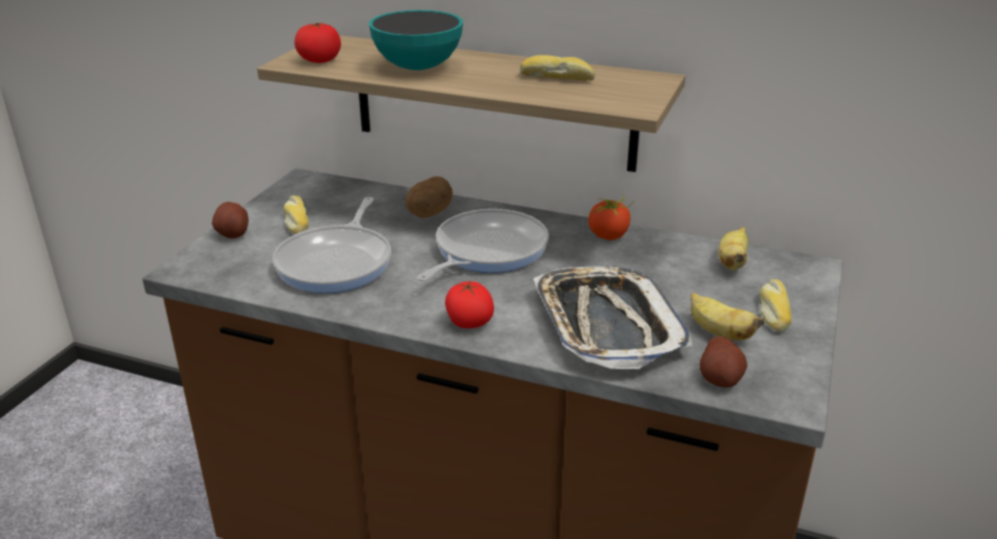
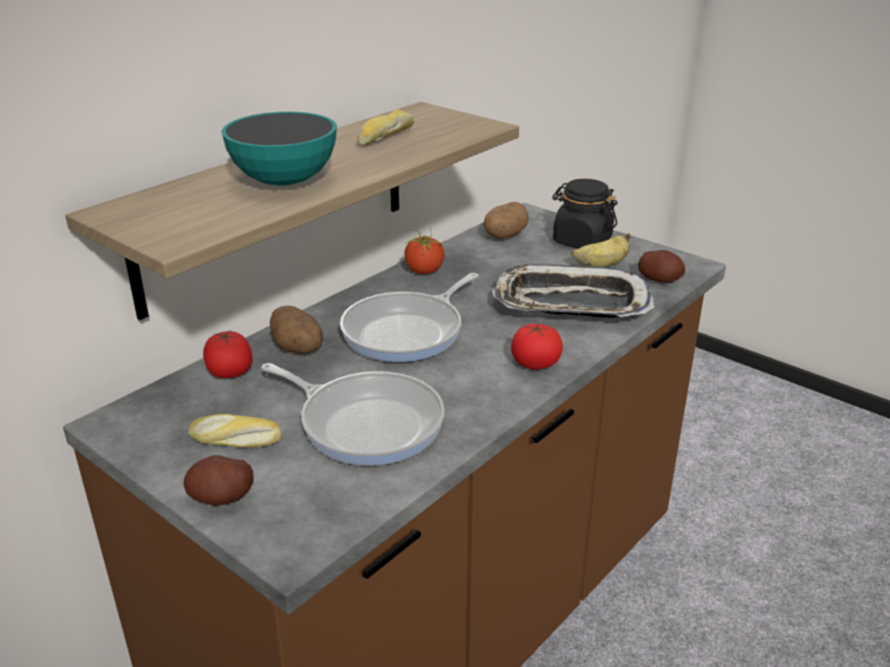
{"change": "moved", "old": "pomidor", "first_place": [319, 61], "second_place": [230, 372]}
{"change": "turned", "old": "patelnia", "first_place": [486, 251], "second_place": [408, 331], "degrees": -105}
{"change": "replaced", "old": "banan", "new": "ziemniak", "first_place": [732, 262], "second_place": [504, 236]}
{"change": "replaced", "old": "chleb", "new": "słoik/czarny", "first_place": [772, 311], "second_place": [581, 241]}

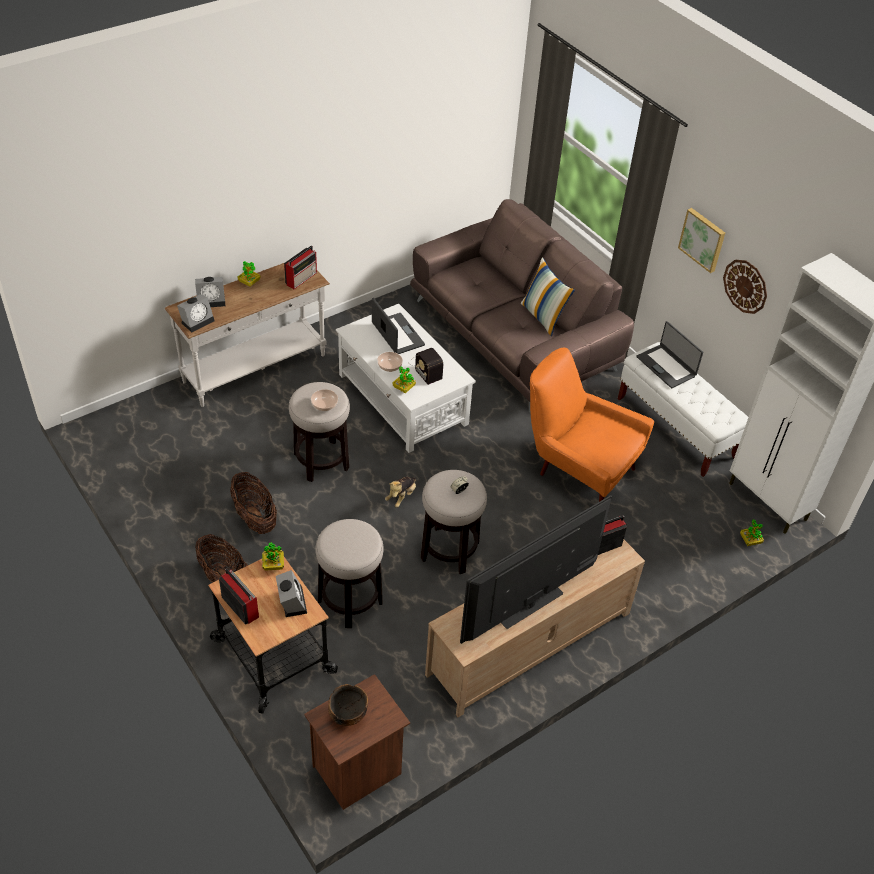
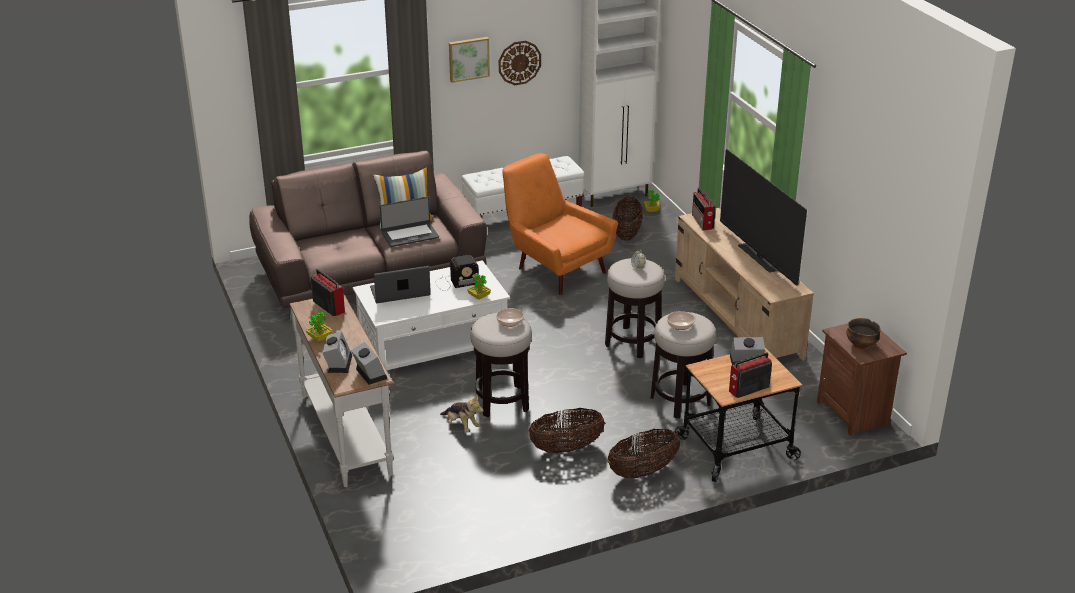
{"change": "moved", "old": "laptop", "first_place": [666, 366], "second_place": [410, 235]}
{"change": "moved", "old": "pluszak", "first_place": [401, 496], "second_place": [461, 425]}
{"change": "turned", "old": "fotel/pomarańczowy", "first_place": [578, 468], "second_place": [554, 268], "degrees": 90}
{"change": "added", "new": "koszyk", "second_place": [627, 234]}
{"change": "moved", "old": "miska", "first_place": [389, 366], "second_place": [680, 326]}
{"change": "removed", "old": "roślina doniczkowa", "first_place": [273, 565]}

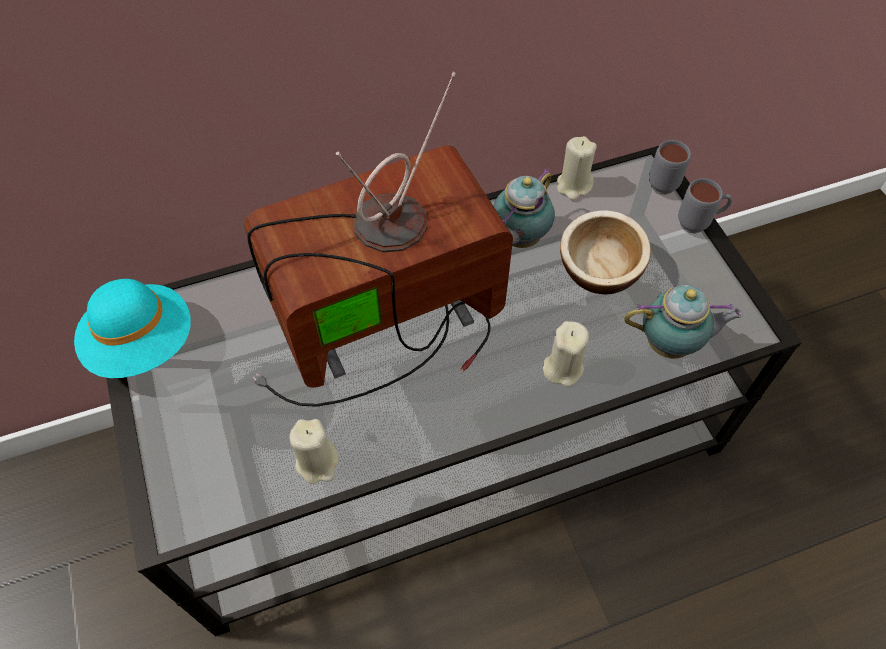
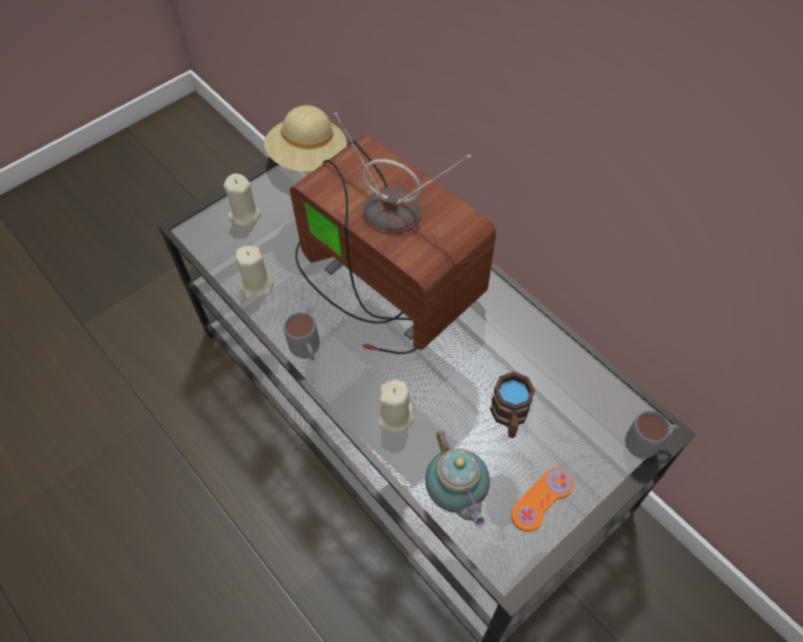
{"change": "moved", "old": "świeca/beżowy", "first_place": [574, 185], "second_place": [244, 215]}
{"change": "recoloured", "old": "kapelusz/turkusowy", "new": "kapelusz/beżowy", "first_place": [142, 344], "second_place": [308, 158]}
{"change": "moved", "old": "kubek/szary", "first_place": [698, 224], "second_place": [307, 354]}
{"change": "replaced", "old": "miska", "new": "kubek/brązowy", "first_place": [599, 270], "second_place": [509, 417]}
{"change": "added", "new": "pad do gier/pomarańczowy", "second_place": [542, 500]}
{"change": "removed", "old": "imbryk", "first_place": [517, 239]}

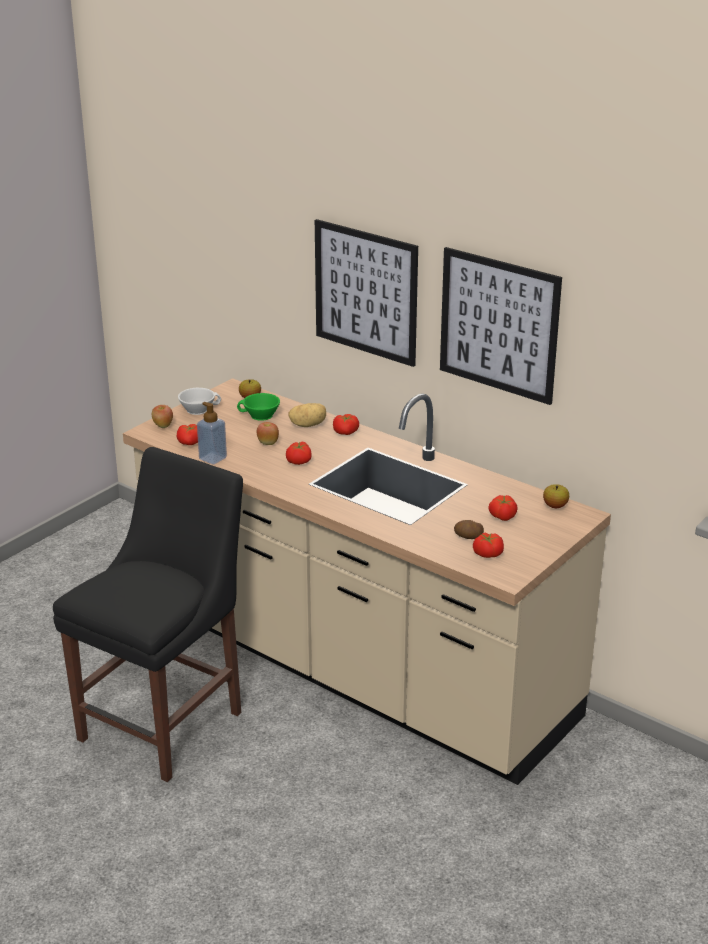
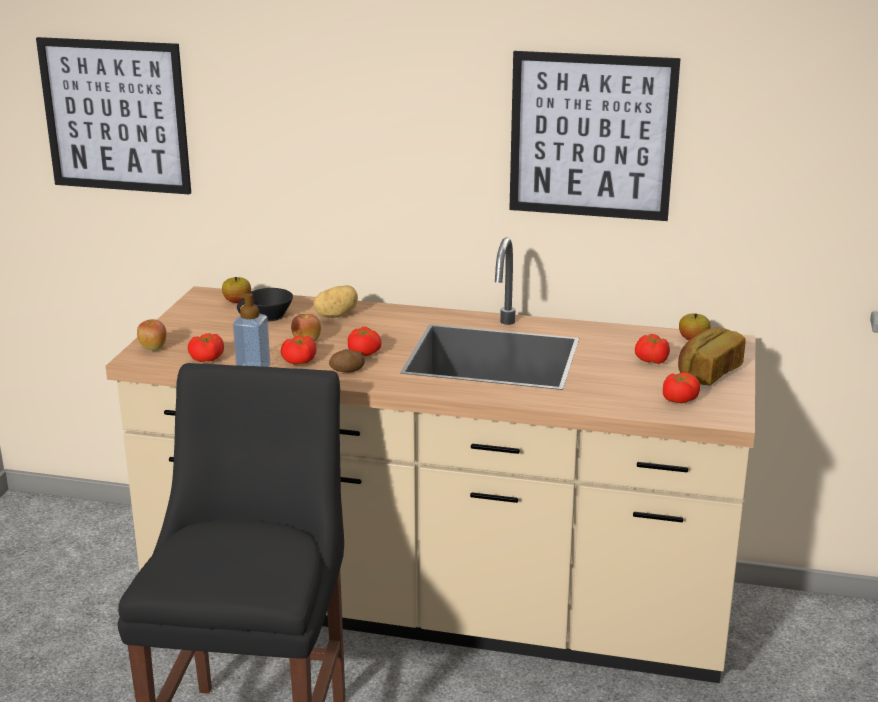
{"change": "moved", "old": "obraz", "first_place": [366, 292], "second_place": [115, 116]}
{"change": "recoloured", "old": "filiżanka/zielony", "new": "filiżanka/czarny", "first_place": [260, 416], "second_place": [268, 316]}
{"change": "moved", "old": "pomidor", "first_place": [346, 432], "second_place": [300, 361]}
{"change": "moved", "old": "ziemniak", "first_place": [468, 537], "second_place": [347, 371]}
{"change": "added", "new": "chleb", "second_place": [708, 373]}
{"change": "removed", "old": "filiżanka/biały", "first_place": [198, 409]}

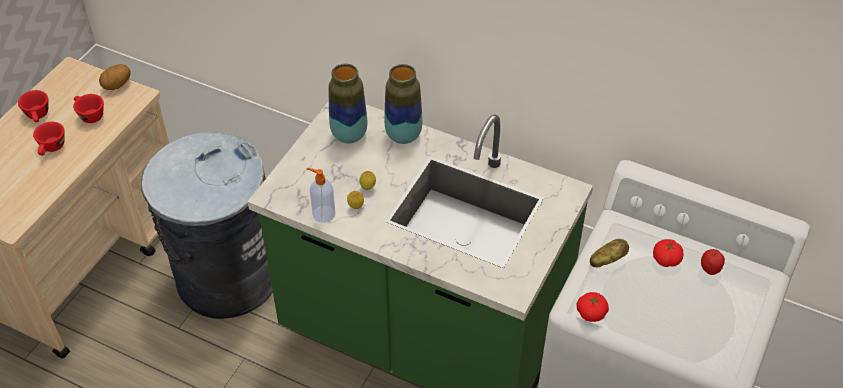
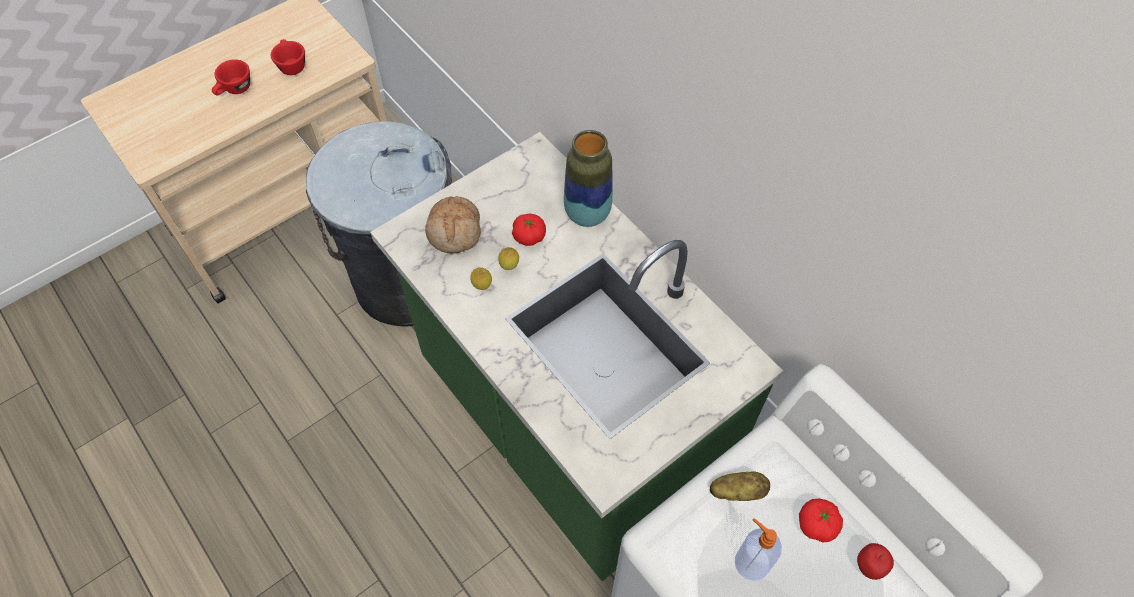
{"change": "added", "new": "chleb", "second_place": [455, 231]}
{"change": "moved", "old": "pomidor", "first_place": [591, 313], "second_place": [529, 236]}
{"change": "moved", "old": "dozownik mydła", "first_place": [323, 214], "second_place": [750, 561]}
{"change": "removed", "old": "filiżanka/czerwony", "first_place": [38, 116]}
{"change": "removed", "old": "ziemniak", "first_place": [117, 86]}
{"change": "removed", "old": "wazon", "first_place": [349, 135]}

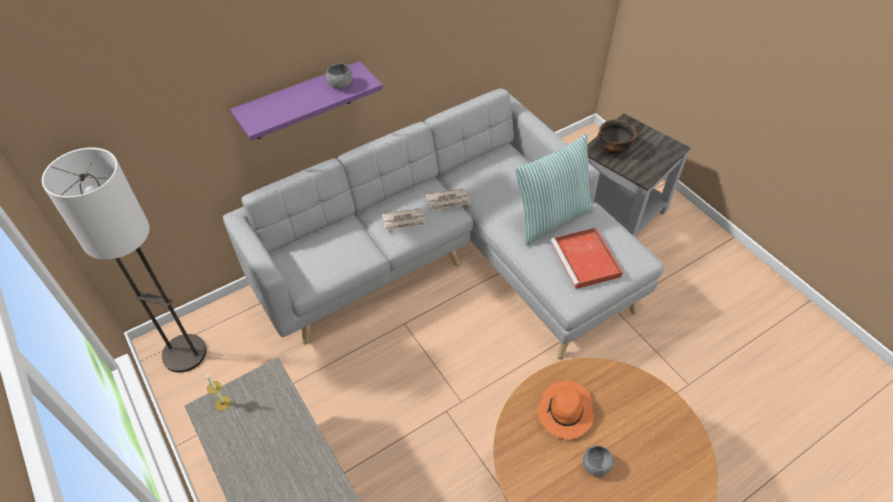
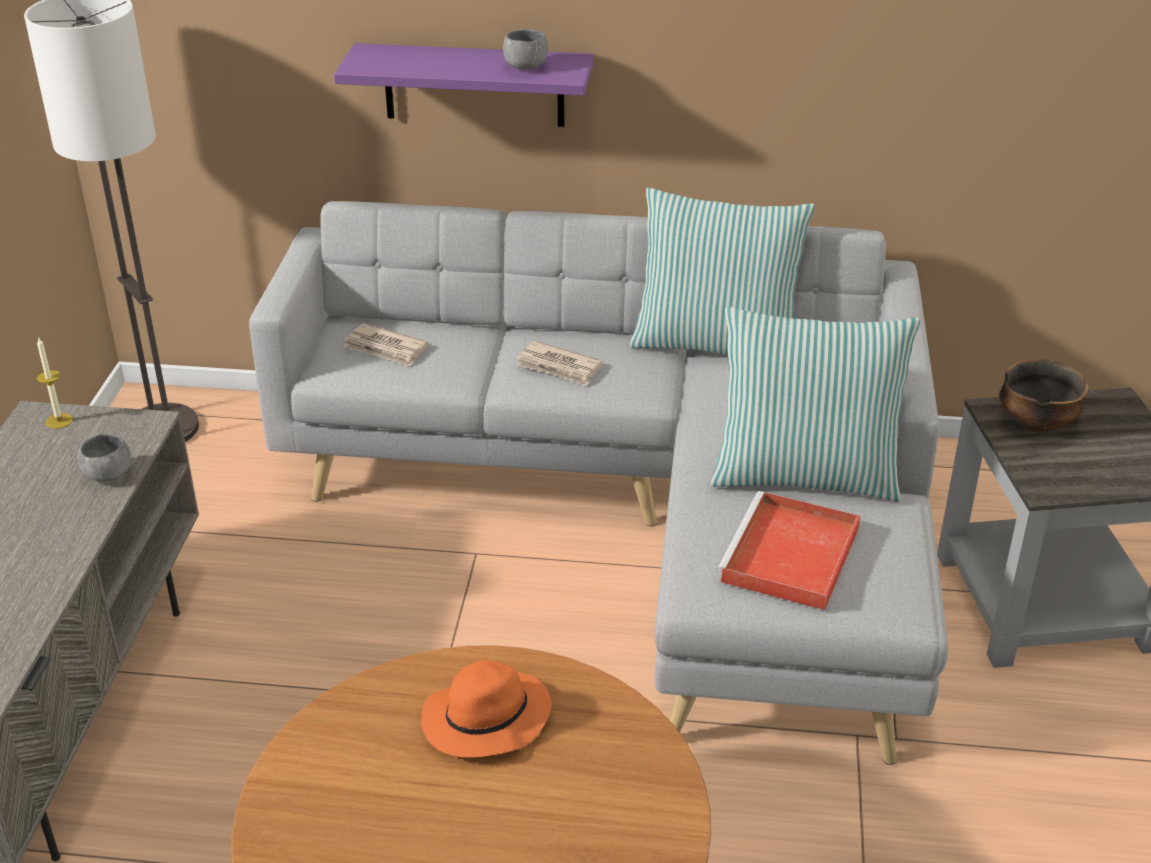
{"change": "moved", "old": "miska/szary", "first_place": [595, 466], "second_place": [108, 474]}
{"change": "moved", "old": "gazeta", "first_place": [448, 201], "second_place": [385, 348]}
{"change": "added", "new": "poduszka", "second_place": [715, 343]}

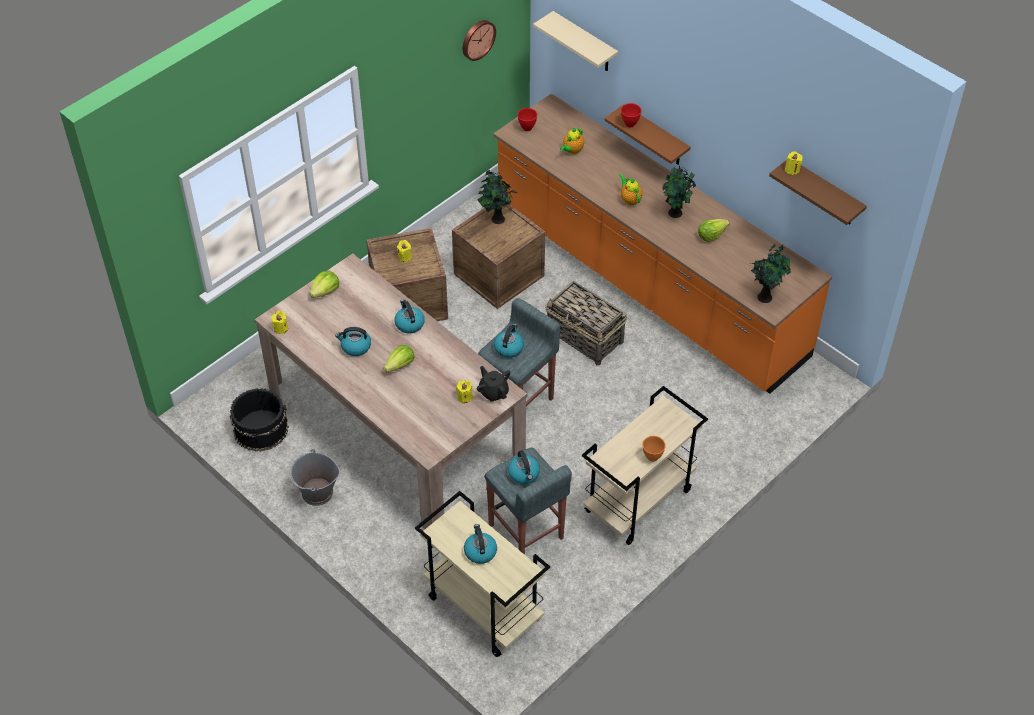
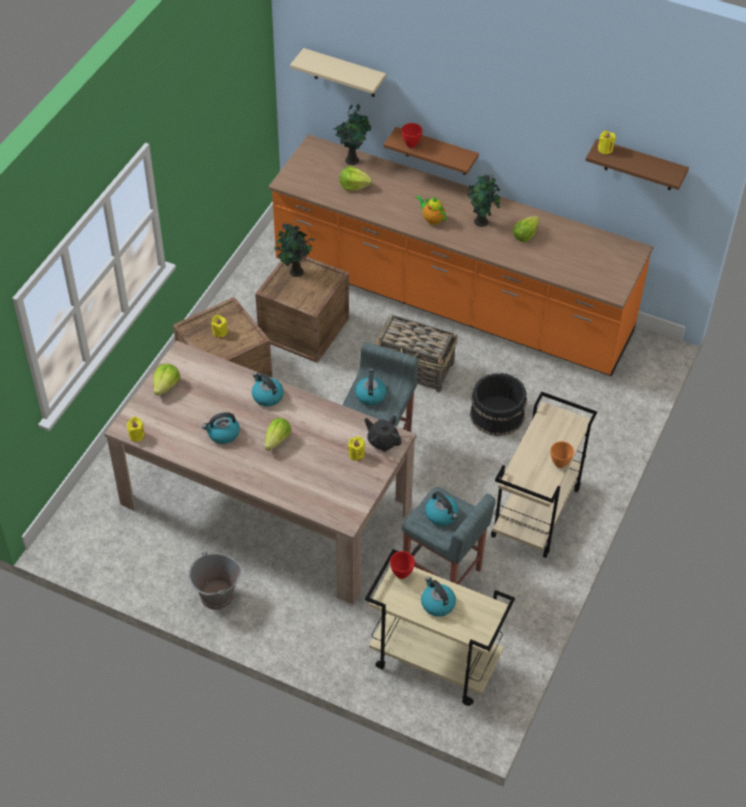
{"change": "moved", "old": "roślina doniczkowa", "first_place": [765, 296], "second_place": [352, 159]}
{"change": "replaced", "old": "imbryk", "new": "sałata", "first_place": [572, 151], "second_place": [354, 185]}
{"change": "moved", "old": "miska/czerwony", "first_place": [526, 128], "second_place": [401, 574]}
{"change": "moved", "old": "wiadro/czarny", "first_place": [261, 429], "second_place": [496, 414]}
{"change": "removed", "old": "zegar ścienny", "first_place": [477, 39]}

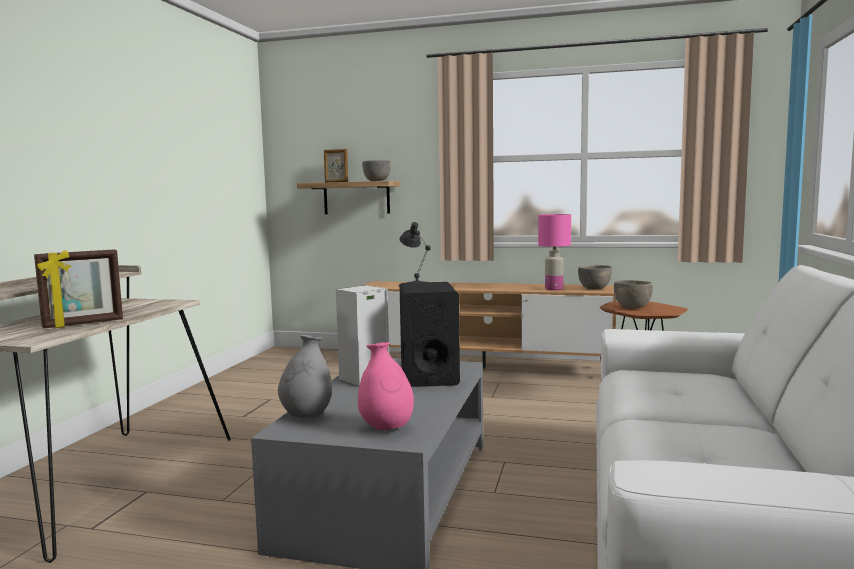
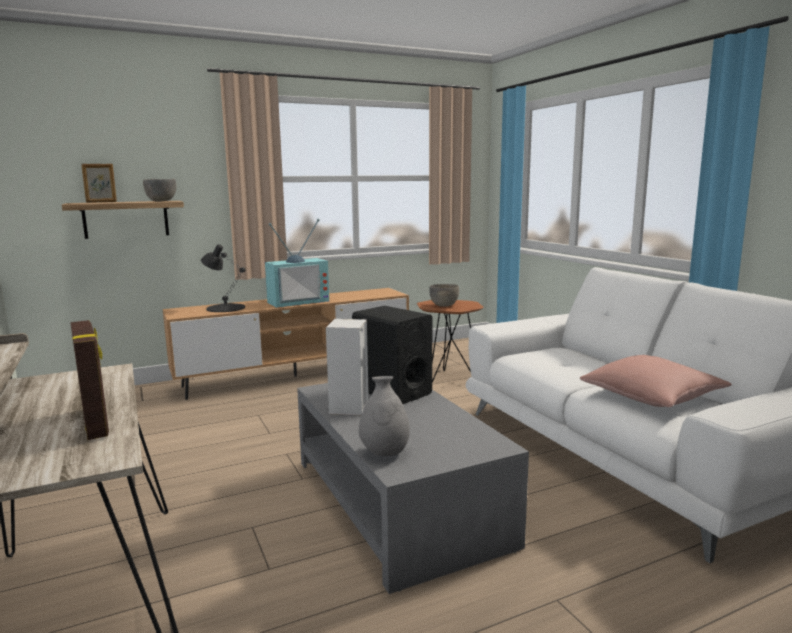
{"change": "turned", "old": "ramka na zdjęcie", "first_place": [83, 324], "second_place": [96, 422], "degrees": -45}
{"change": "added", "new": "telewizor", "second_place": [298, 301]}
{"change": "added", "new": "poduszka/różowy", "second_place": [652, 397]}
{"change": "removed", "old": "wazon/różowy", "first_place": [386, 428]}
{"change": "removed", "old": "lampa stołowa/różowy", "first_place": [554, 289]}
{"change": "removed", "old": "miska/szary", "first_place": [594, 289]}

